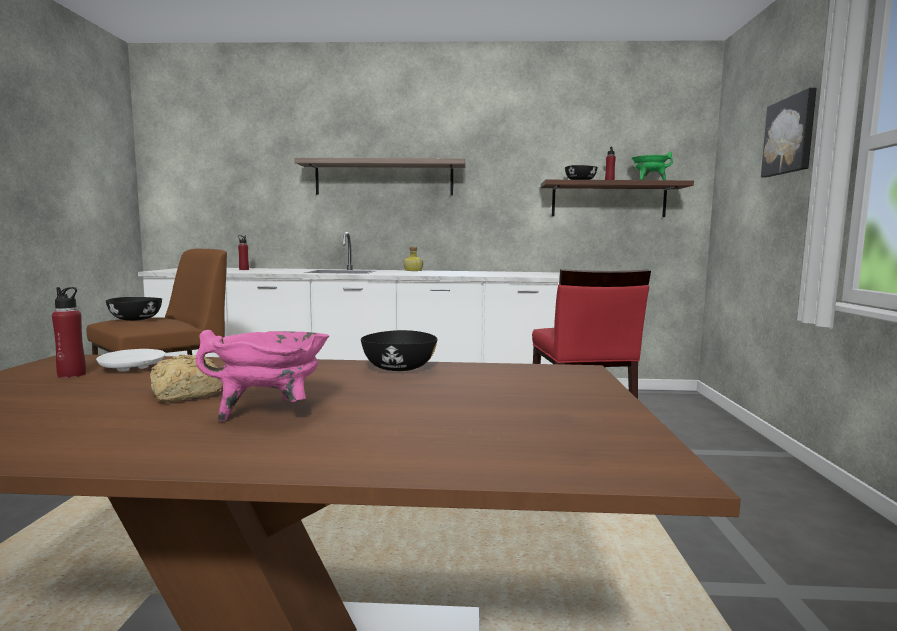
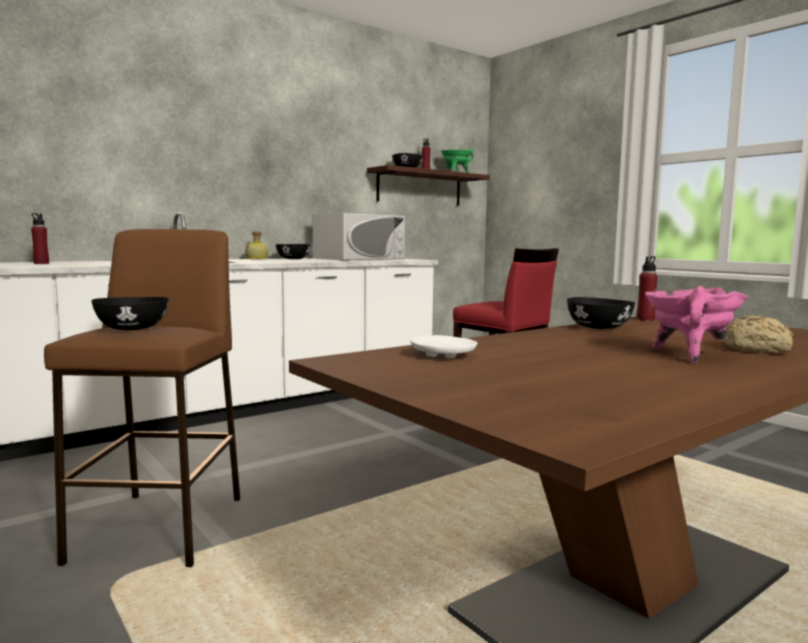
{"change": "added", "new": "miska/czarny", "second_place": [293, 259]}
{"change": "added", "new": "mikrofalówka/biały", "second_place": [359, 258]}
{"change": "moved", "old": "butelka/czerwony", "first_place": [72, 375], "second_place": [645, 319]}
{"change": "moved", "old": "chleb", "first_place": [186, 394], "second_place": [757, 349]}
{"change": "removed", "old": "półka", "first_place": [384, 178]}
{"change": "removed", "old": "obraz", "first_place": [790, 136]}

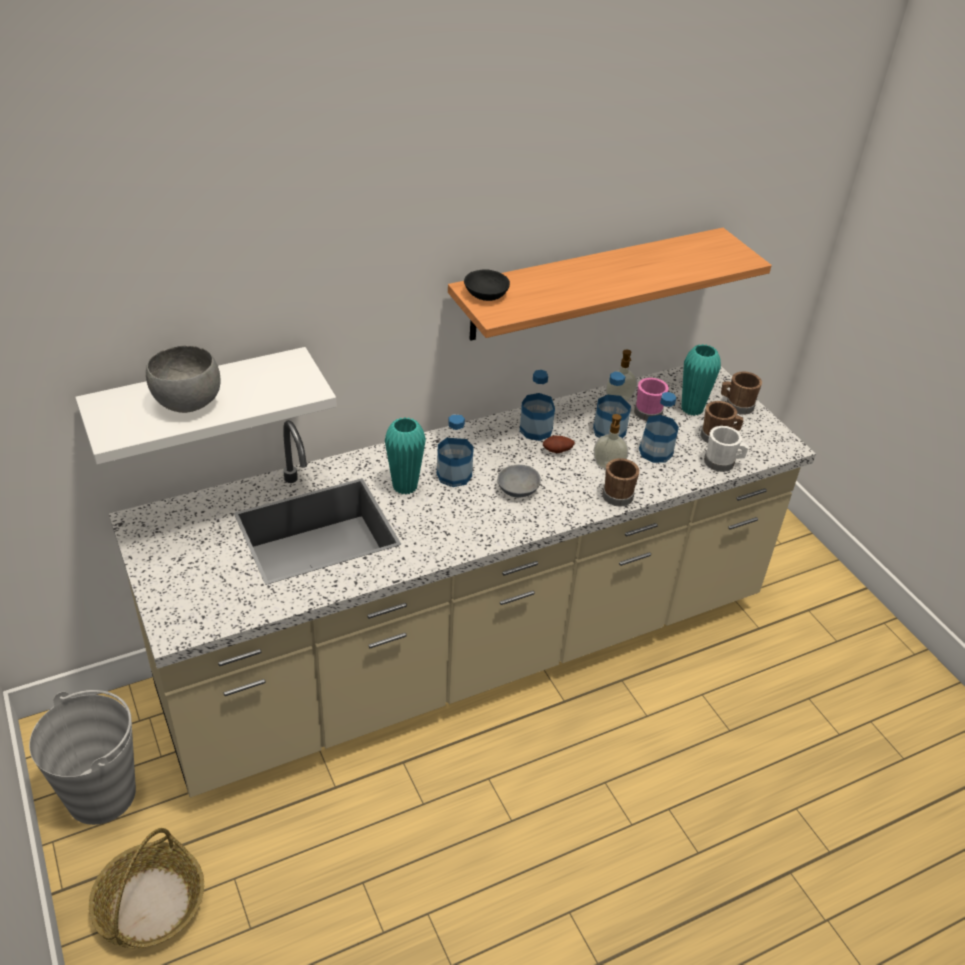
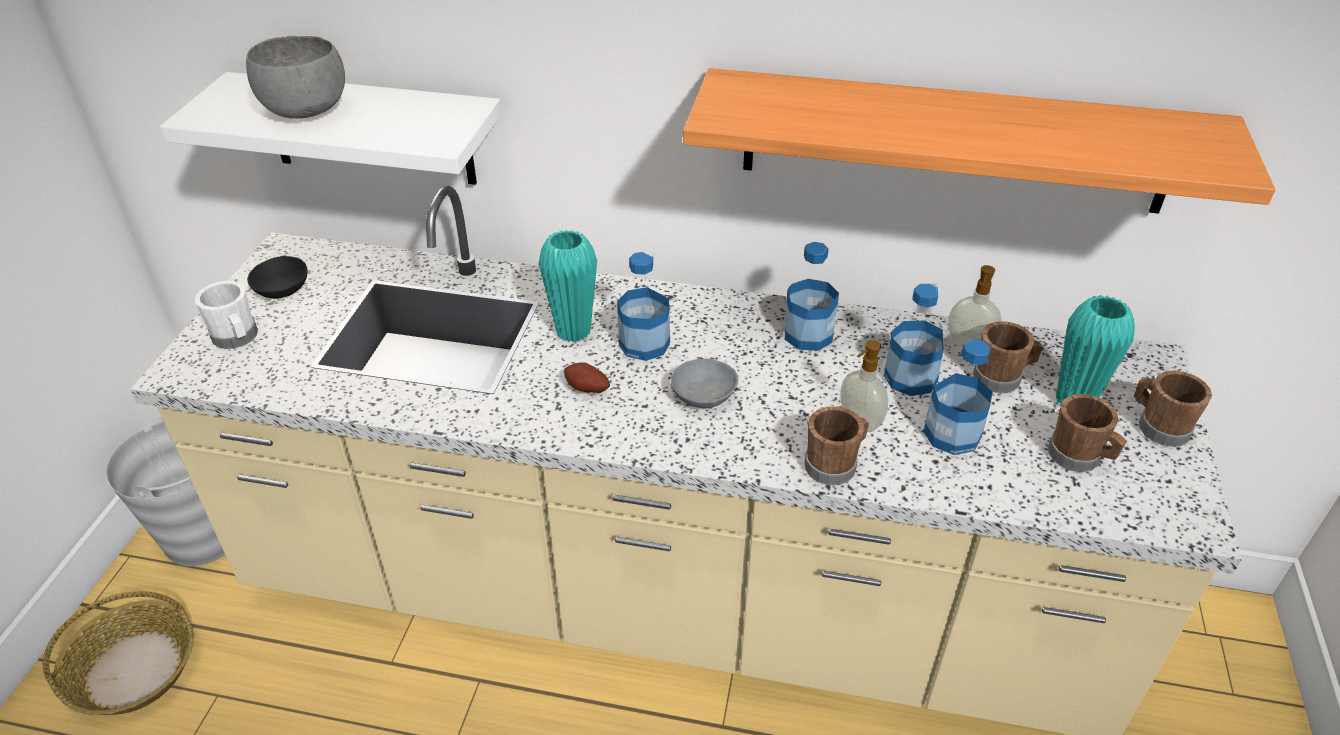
{"change": "moved", "old": "kubek/biały", "first_place": [722, 463], "second_place": [237, 338]}
{"change": "moved", "old": "miska/czarny", "first_place": [484, 294], "second_place": [280, 288]}
{"change": "moved", "old": "ziemniak", "first_place": [557, 451], "second_place": [586, 389]}
{"change": "recoloured", "old": "kubek/różowy", "new": "kubek/brązowy", "first_place": [650, 411], "second_place": [1002, 377]}

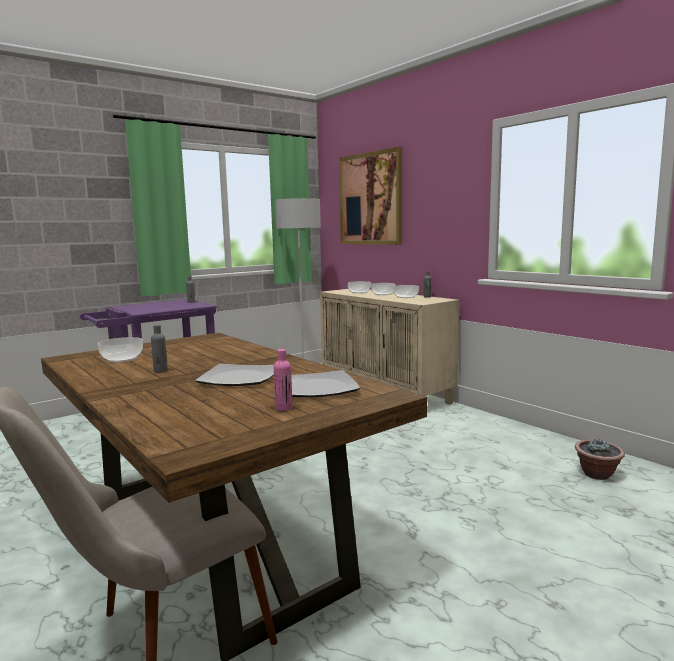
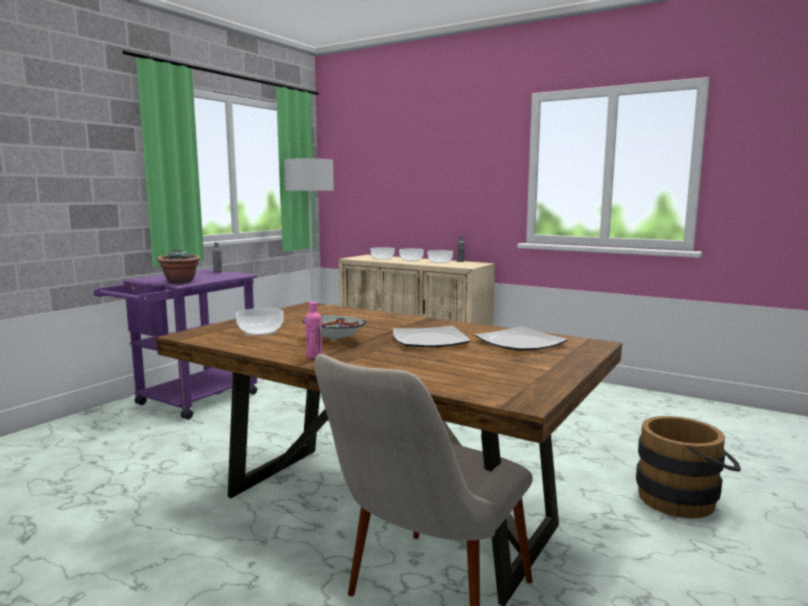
{"change": "moved", "old": "roślina doniczkowa", "first_place": [597, 474], "second_place": [180, 282]}
{"change": "replaced", "old": "butelka/szary", "new": "miska", "first_place": [160, 371], "second_place": [333, 339]}
{"change": "moved", "old": "butelka/różowy", "first_place": [284, 408], "second_place": [314, 356]}
{"change": "added", "new": "wiadro/brązowy", "second_place": [684, 499]}
{"change": "removed", "old": "obraz", "first_place": [370, 199]}

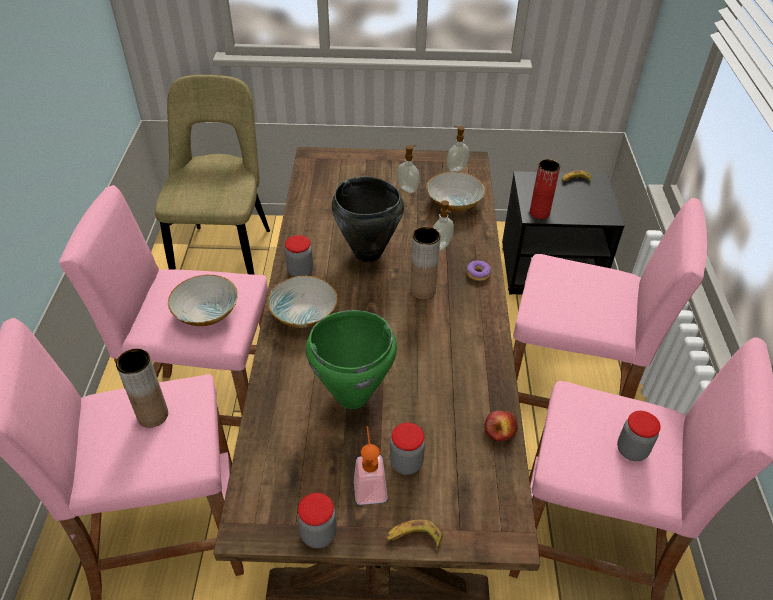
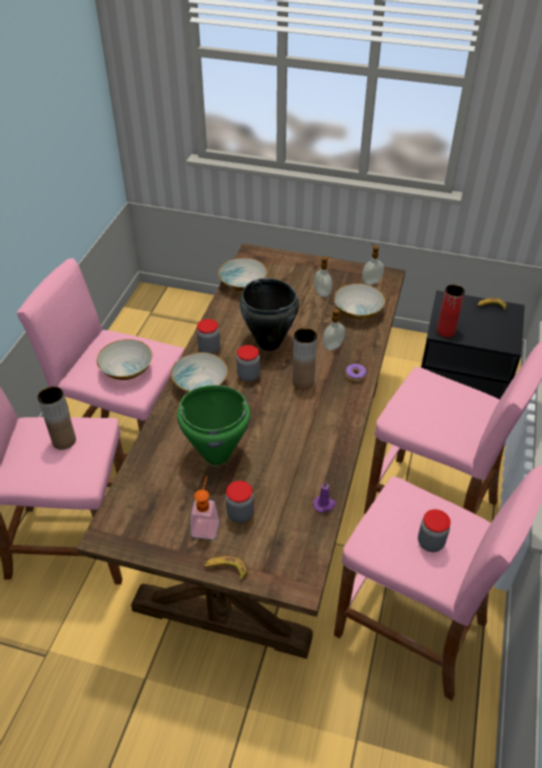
{"change": "added", "new": "miska", "second_place": [243, 284]}
{"change": "moved", "old": "słoik", "first_place": [318, 534], "second_place": [248, 375]}
{"change": "replaced", "old": "jabłko", "new": "świeca/fioletowy", "first_place": [500, 430], "second_place": [324, 504]}
{"change": "removed", "old": "krzesło/beżowy", "first_place": [226, 256]}

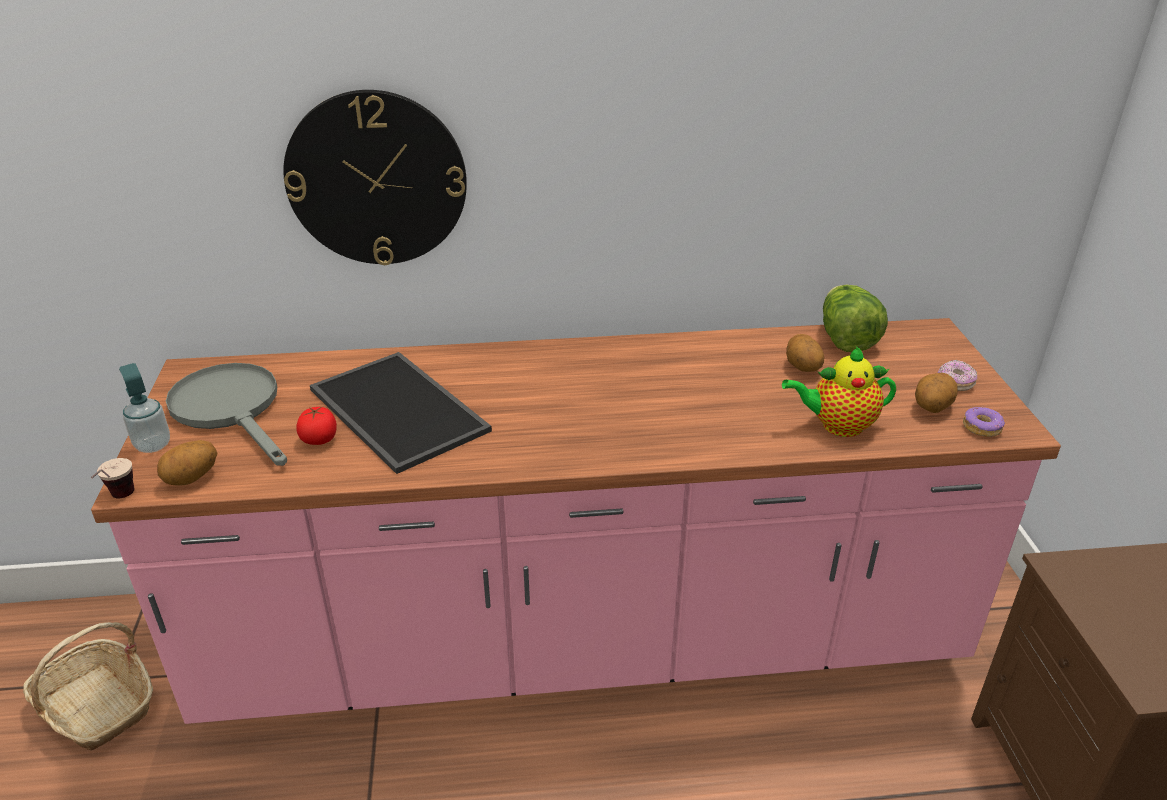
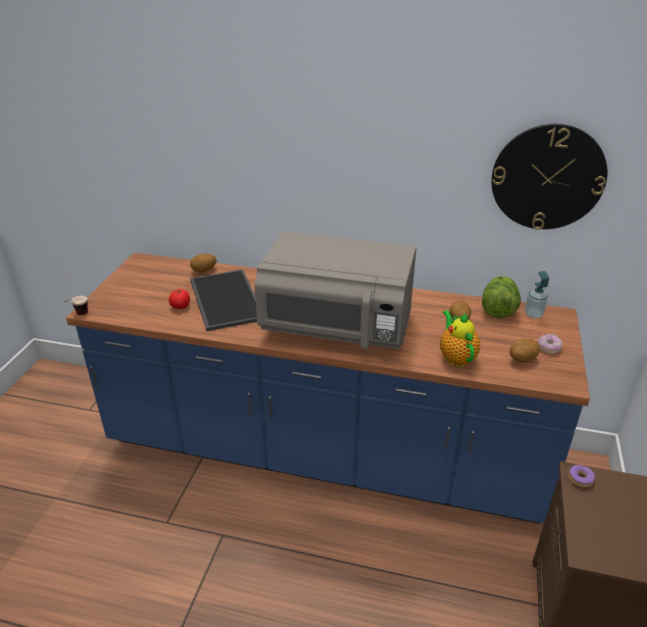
{"change": "recoloured", "old": "zabudowa kuchenna/różowy", "new": "zabudowa kuchenna/niebieski", "first_place": [583, 640], "second_place": [323, 453]}
{"change": "moved", "old": "ziemniak", "first_place": [192, 479], "second_place": [204, 270]}
{"change": "added", "new": "mikrofalówka/szary", "second_place": [337, 327]}
{"change": "turned", "old": "imbryk", "first_place": [837, 426], "second_place": [456, 357], "degrees": 60}
{"change": "moved", "old": "zegar ścienny", "first_place": [376, 179], "second_place": [547, 177]}
{"change": "moved", "old": "dozownik mydła", "first_place": [153, 445], "second_place": [533, 314]}
{"change": "moved", "old": "donut", "first_place": [982, 427], "second_place": [580, 479]}
{"change": "removed", "old": "koszyk", "first_place": [98, 706]}
{"change": "removed", "old": "patelnia/szary", "first_place": [232, 409]}

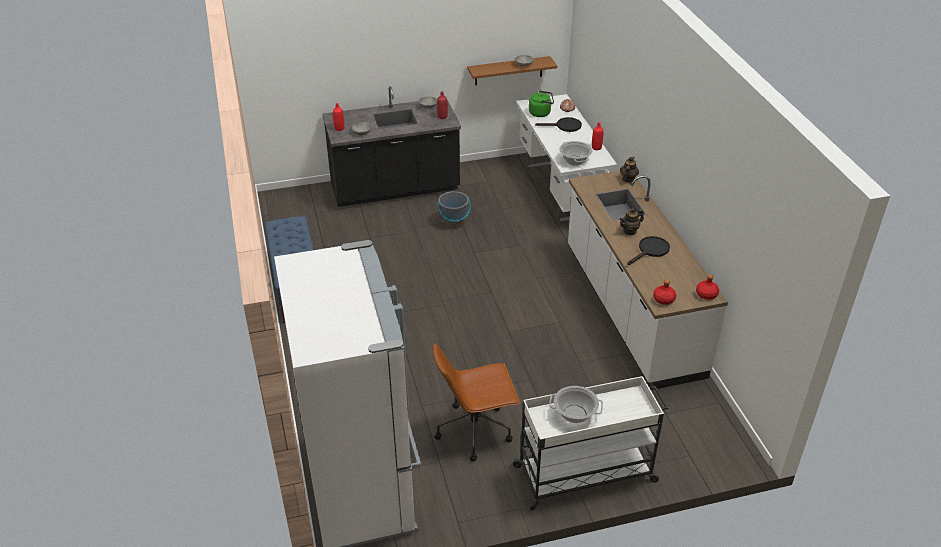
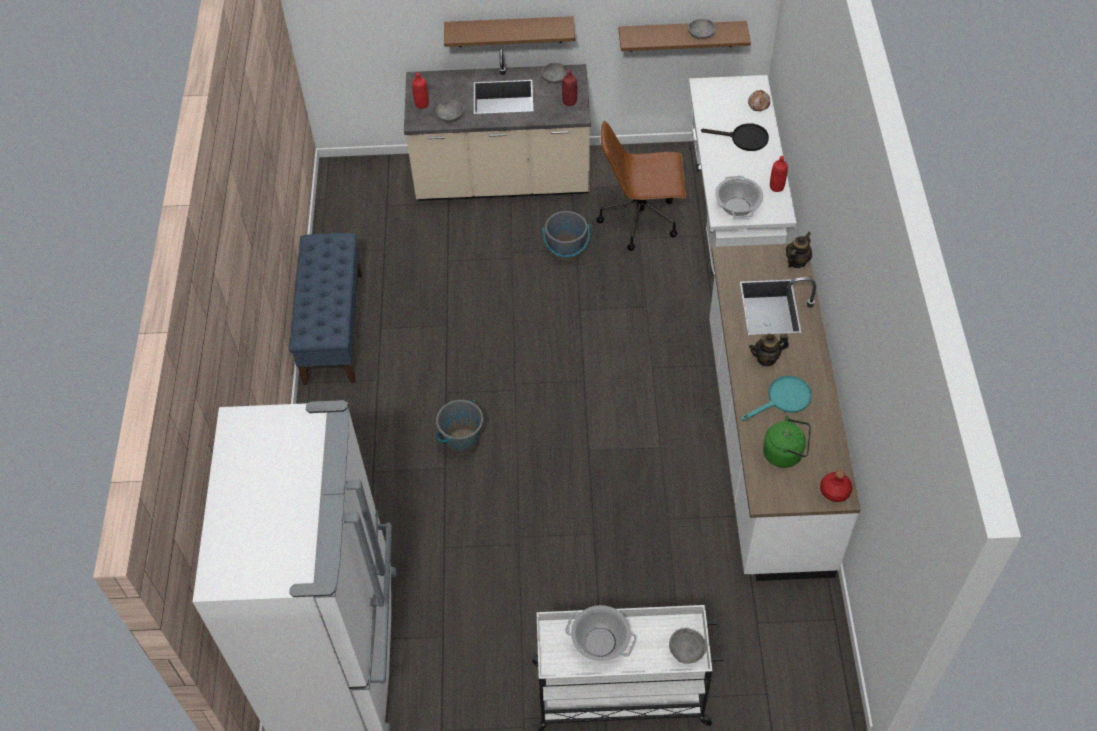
{"change": "recoloured", "old": "zabudowa kuchenna/czarny", "new": "zabudowa kuchenna/beżowy", "first_place": [395, 188], "second_place": [503, 179]}
{"change": "added", "new": "wiadro/szary", "second_place": [462, 442]}
{"change": "added", "new": "półka/brązowy", "second_place": [509, 31]}
{"change": "moved", "old": "krzesło biurowe/brązowy", "first_place": [475, 430], "second_place": [641, 219]}
{"change": "added", "new": "miska/szary", "second_place": [686, 650]}
{"change": "recoloured", "old": "patelnia/czarny", "new": "patelnia/turkusowy", "first_place": [651, 250], "second_place": [784, 399]}
{"change": "moved", "old": "czajnik/zielony", "first_place": [541, 113], "second_place": [785, 453]}
{"change": "removed", "old": "butelka/czerwony", "first_place": [664, 299]}

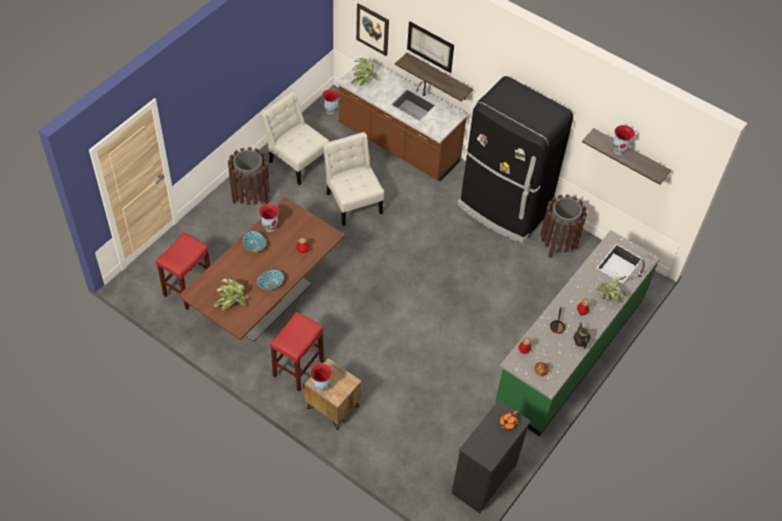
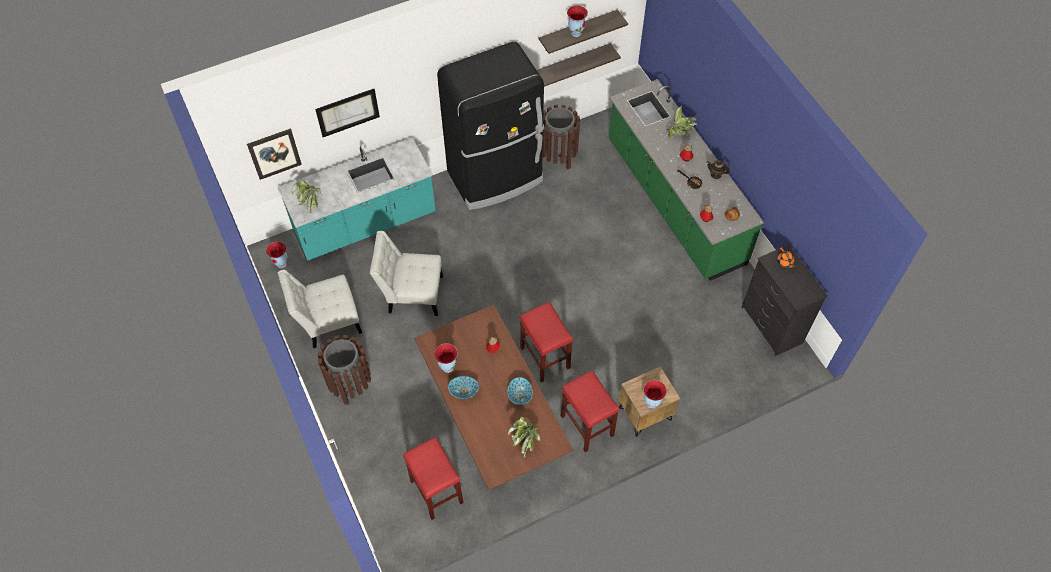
{"change": "recoloured", "old": "zabudowa kuchenna/brązowy", "new": "zabudowa kuchenna/turkusowy", "first_place": [398, 145], "second_place": [365, 225]}
{"change": "added", "new": "stołek/czerwony", "second_place": [545, 358]}
{"change": "moved", "old": "półka", "first_place": [439, 77], "second_place": [572, 63]}

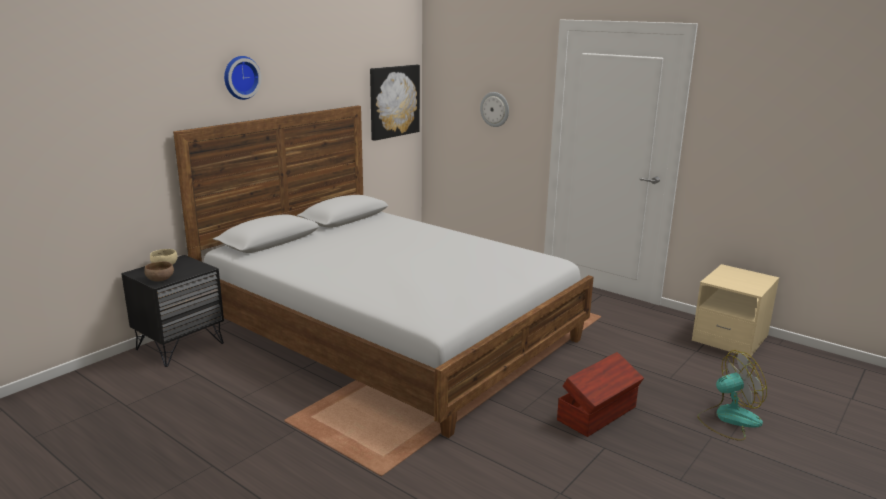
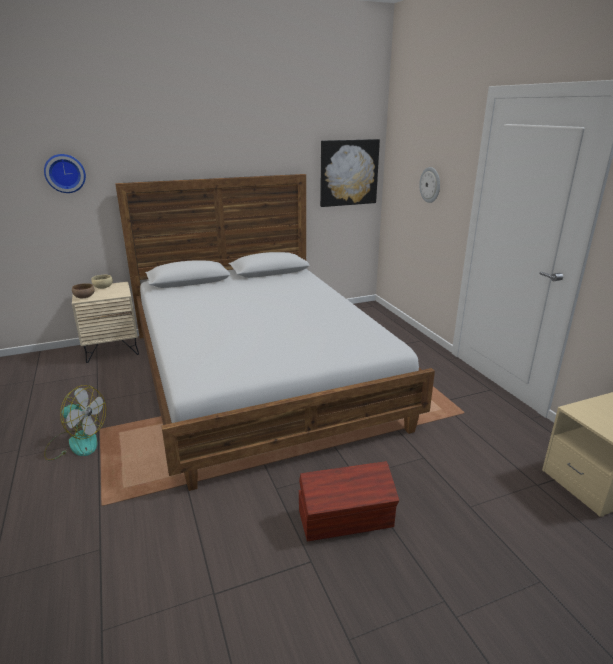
{"change": "moved", "old": "zegar ścienny", "first_place": [240, 77], "second_place": [65, 173]}
{"change": "moved", "old": "wentylator", "first_place": [728, 419], "second_place": [76, 442]}
{"change": "recoloured", "old": "szafka nocna/czarny", "new": "szafka nocna/beżowy", "first_place": [180, 346], "second_place": [112, 349]}

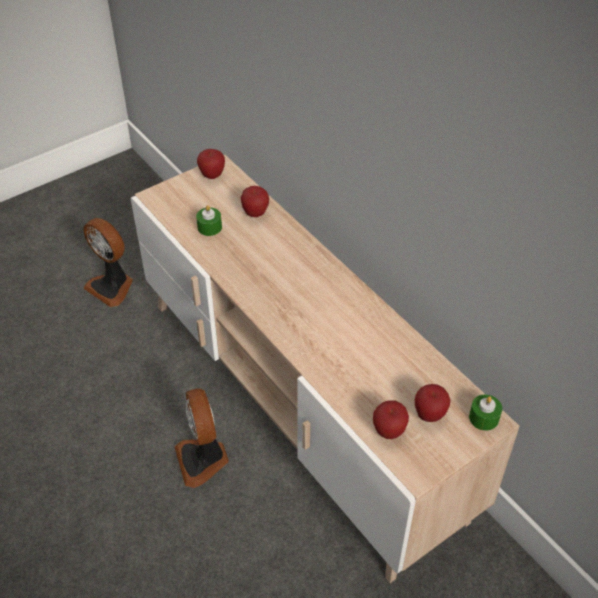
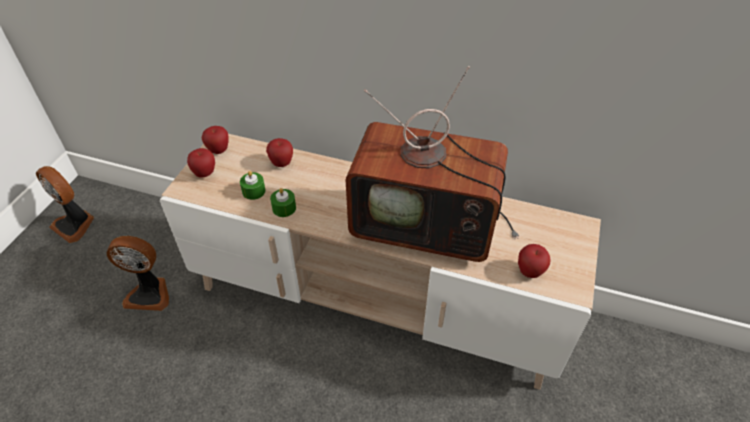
{"change": "moved", "old": "wentylator", "first_place": [203, 460], "second_place": [75, 224]}
{"change": "moved", "old": "jabłko", "first_place": [429, 415], "second_place": [205, 174]}
{"change": "moved", "old": "świeca/zielony", "first_place": [484, 418], "second_place": [284, 208]}
{"change": "added", "new": "telewizor", "second_place": [428, 224]}

